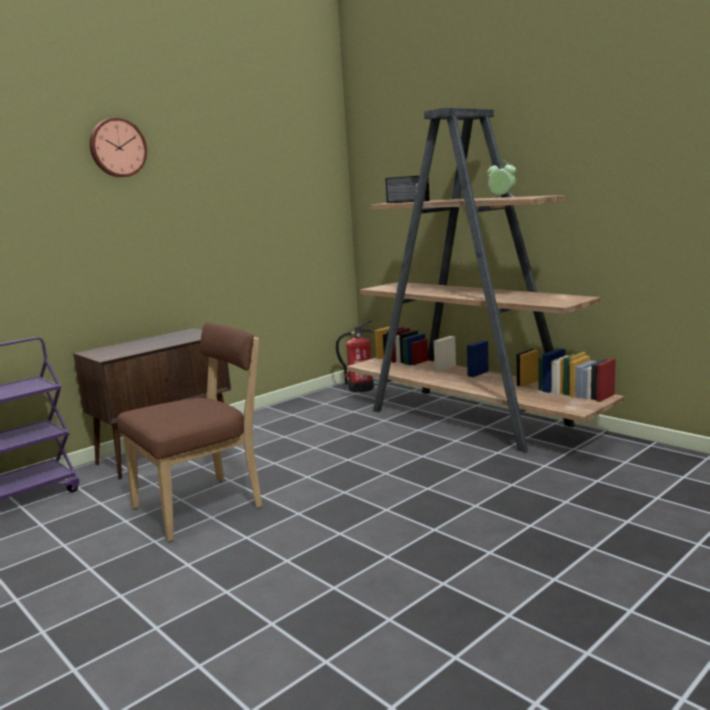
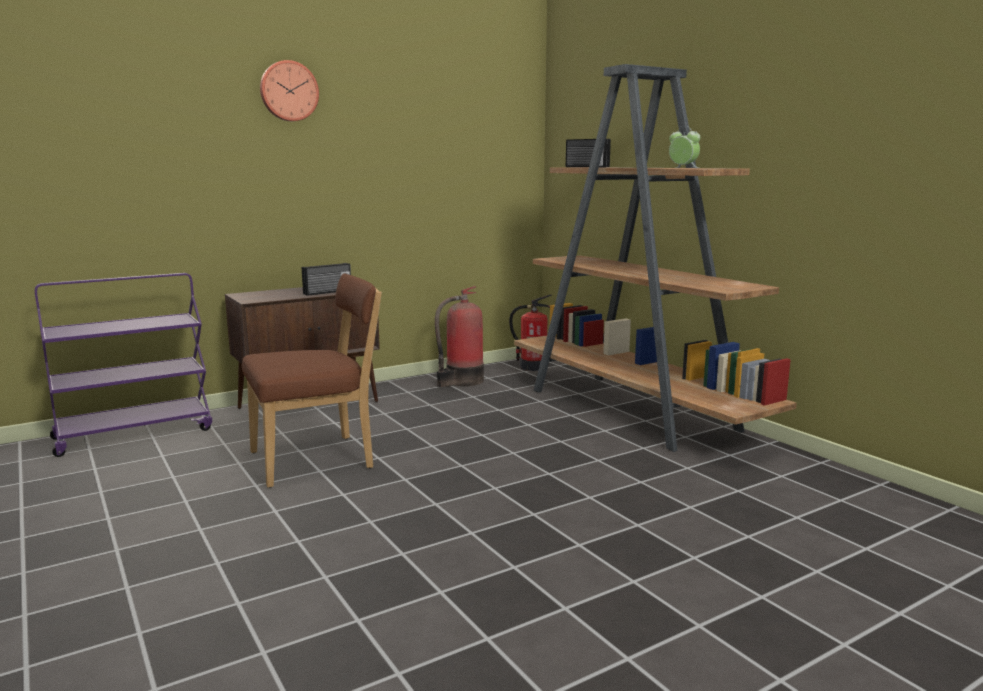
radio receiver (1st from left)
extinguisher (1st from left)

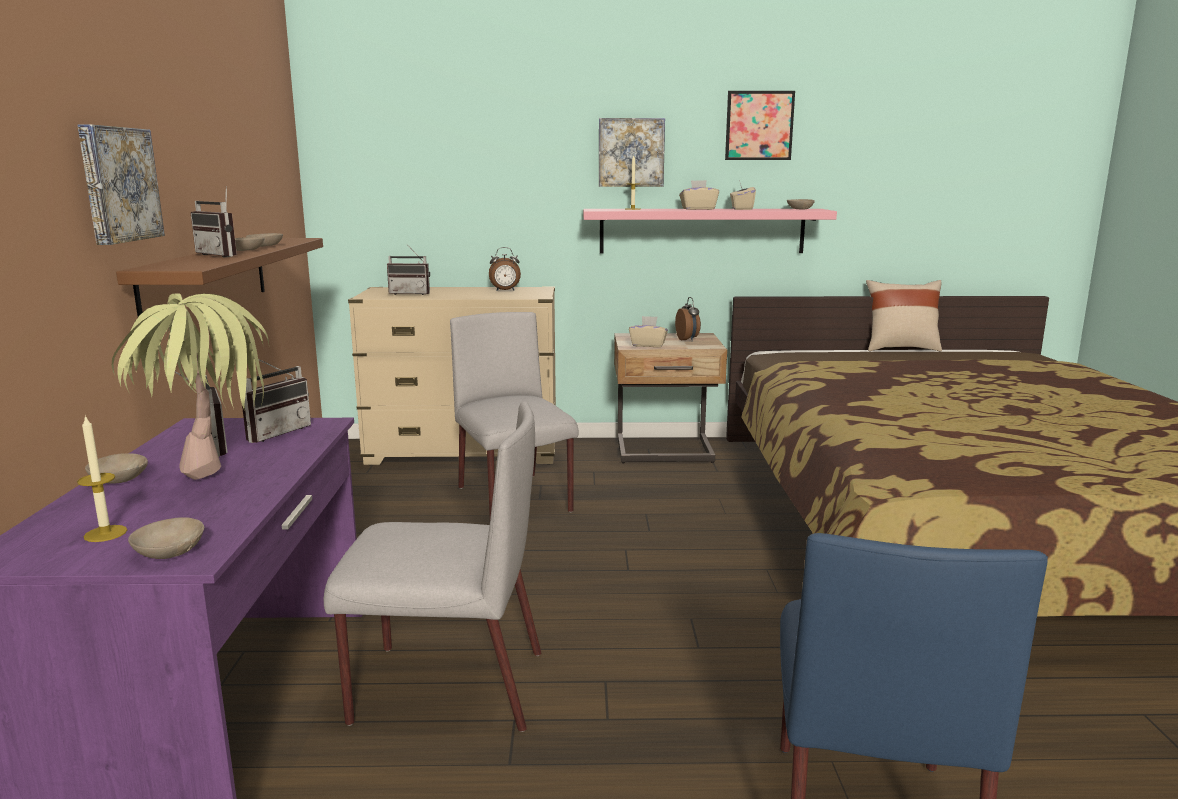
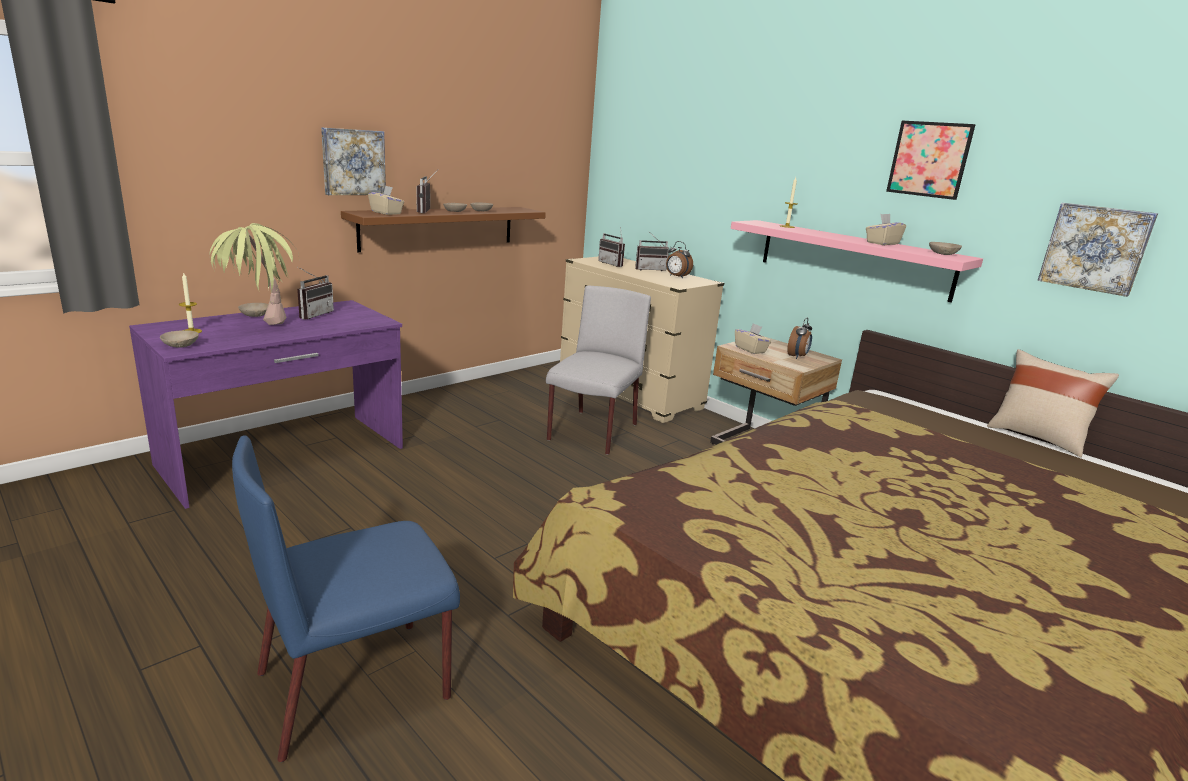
upright chair (greyish) (1st from left in the first image)
radio receiver (4th from left)
wall art (3rd from left)
tissue holder (beige) (1st from left)

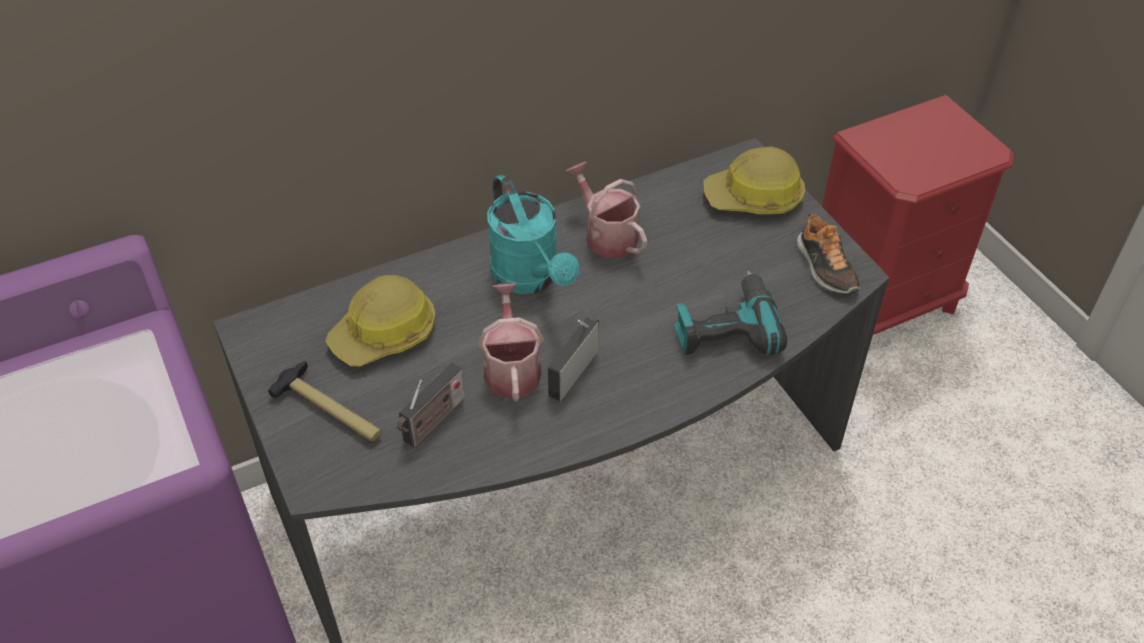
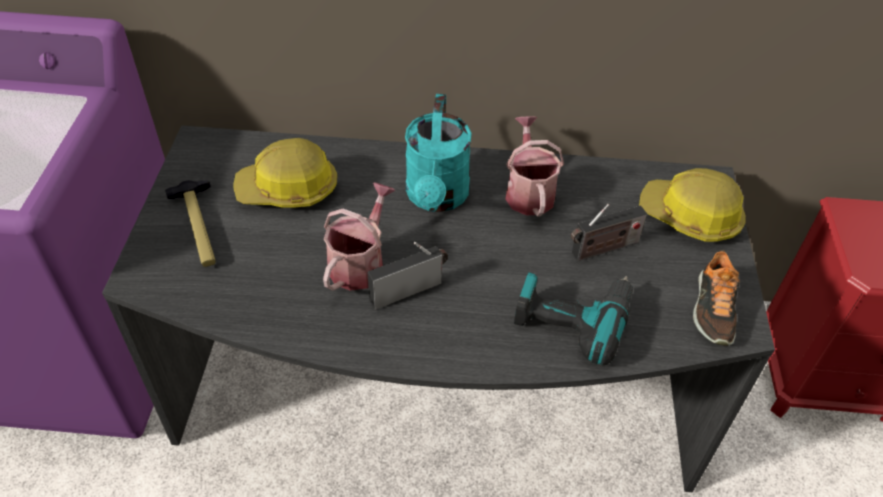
radio receiver (2nd from left)

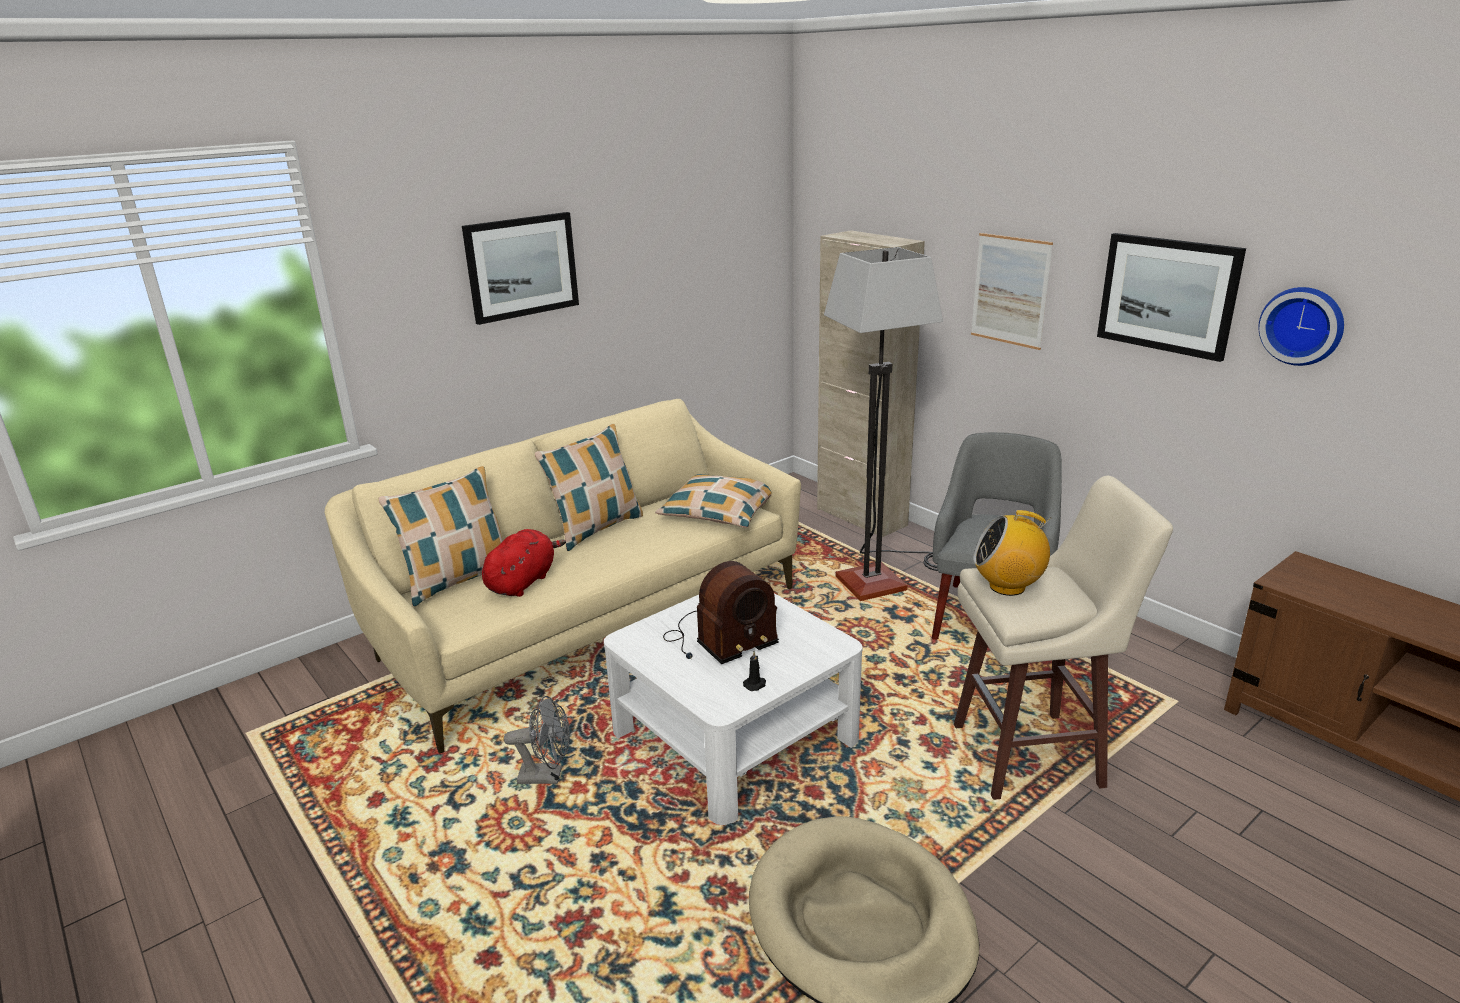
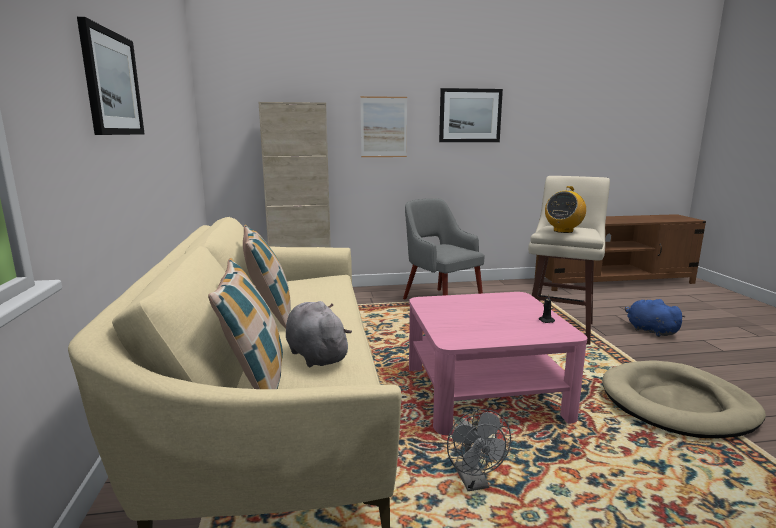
throw pillow (3rd from left in the first image)
radio receiver (1st from left in the first image)
floor lamp
wall clock
soft toy (blue)
soft toy (greyish)
coffee table (pink)
cooling fan (greyish)

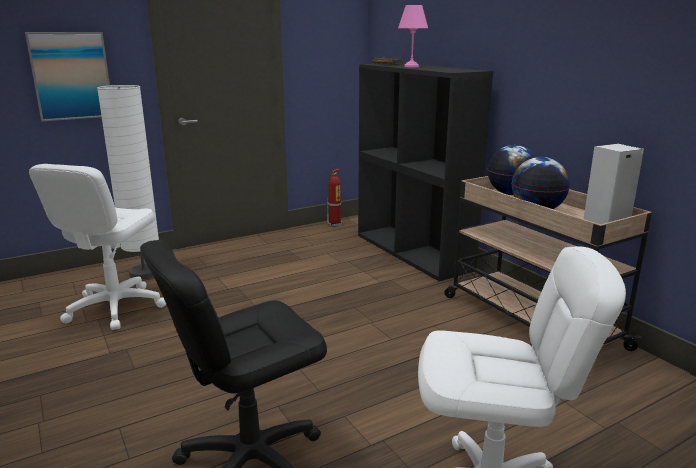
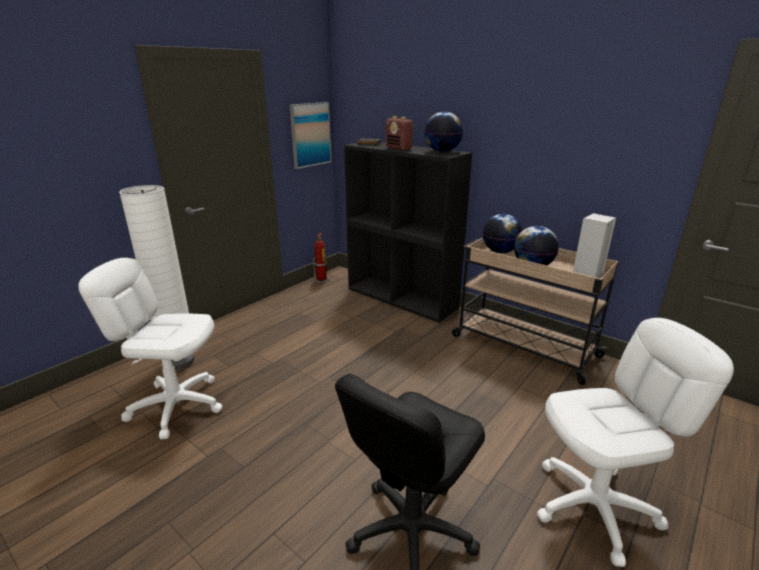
world globe (1st from left)
wall art
radio receiver
desk chair (white-coloured) (1st from left)

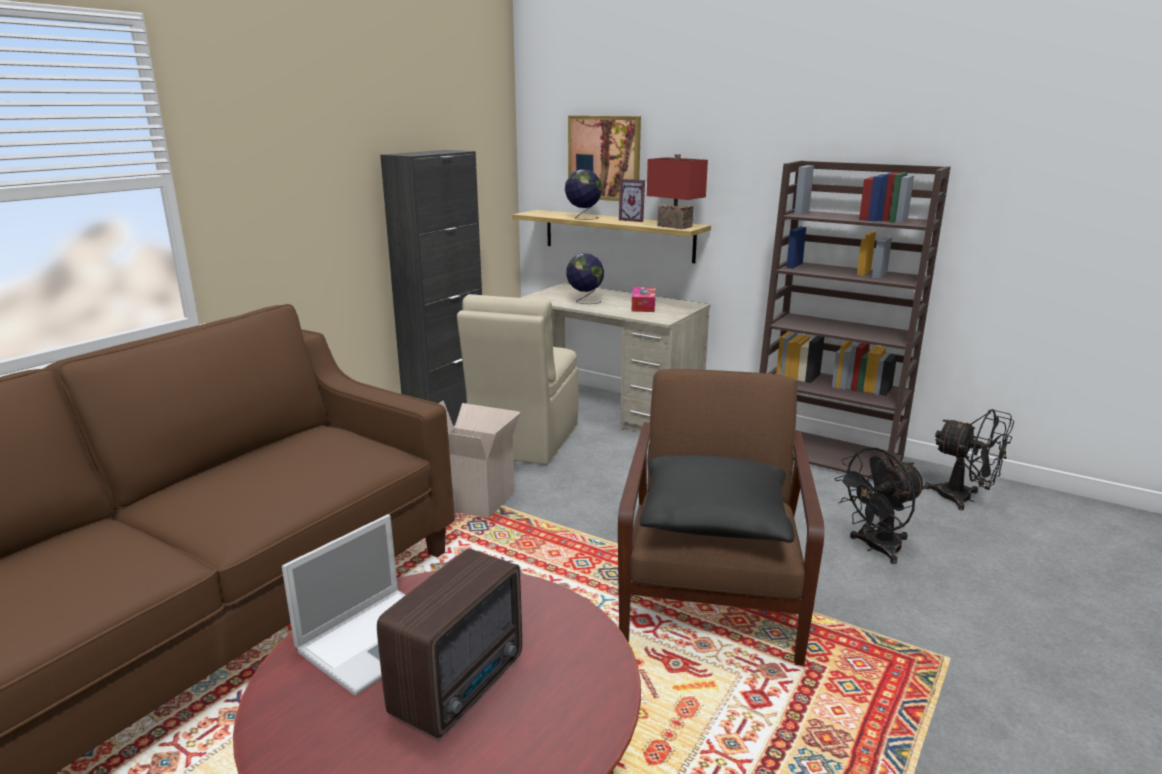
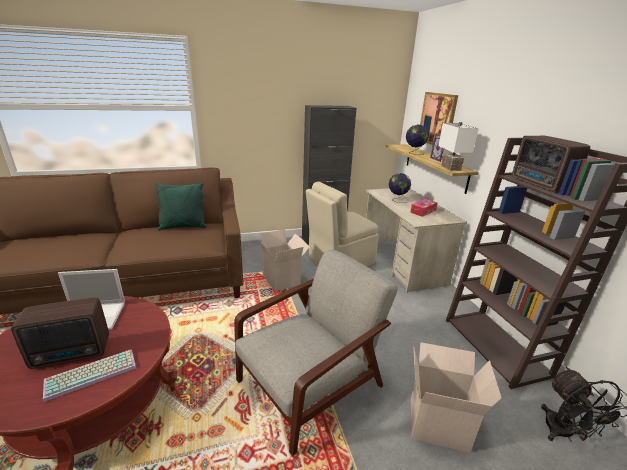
throw pillow (blackish)
computer keyboard
throw pillow (green-coloured)
radio receiver (2nd from left)
cardboard box (2nd from left)
easy chair (greyish)
lamp for a table (white-coloured)

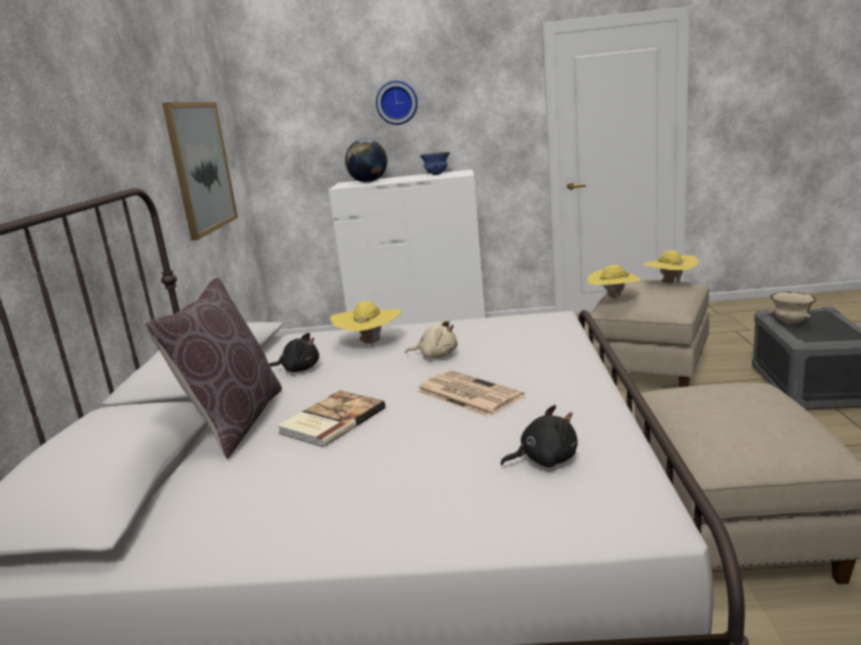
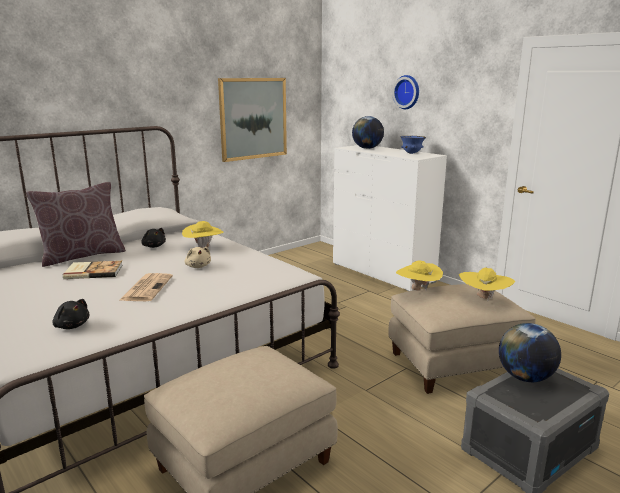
world globe (2nd from left)

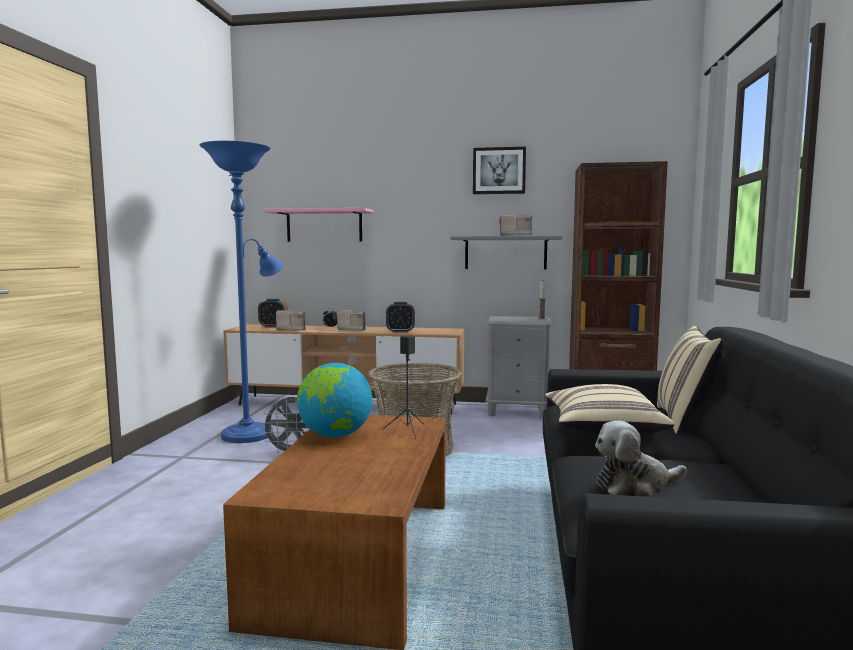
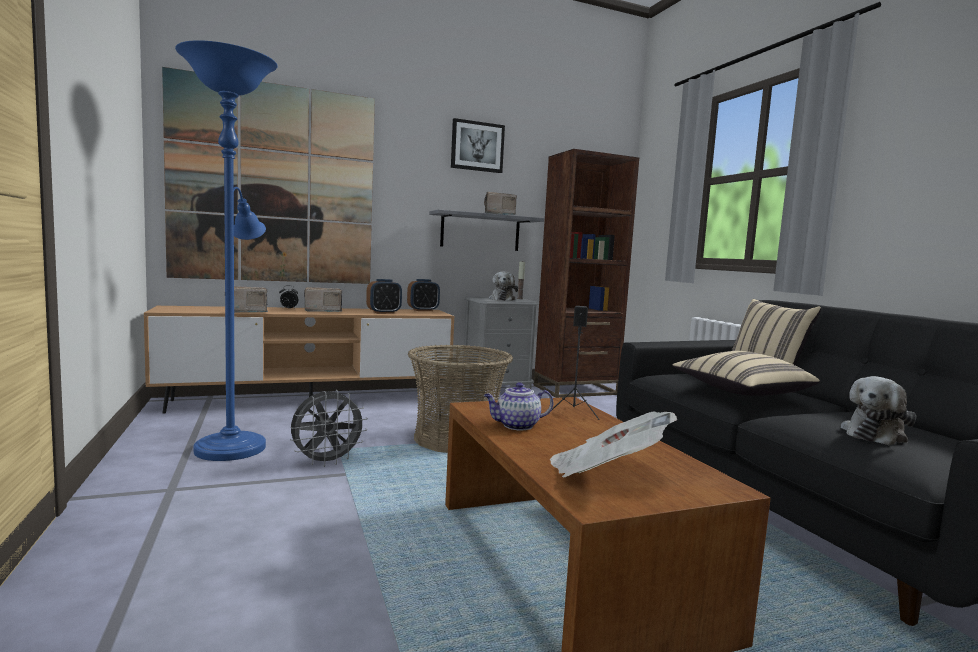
soft toy (1st from left)
newspaper
bedside clock (3rd from left)
wall art (1st from left)
pot for tea

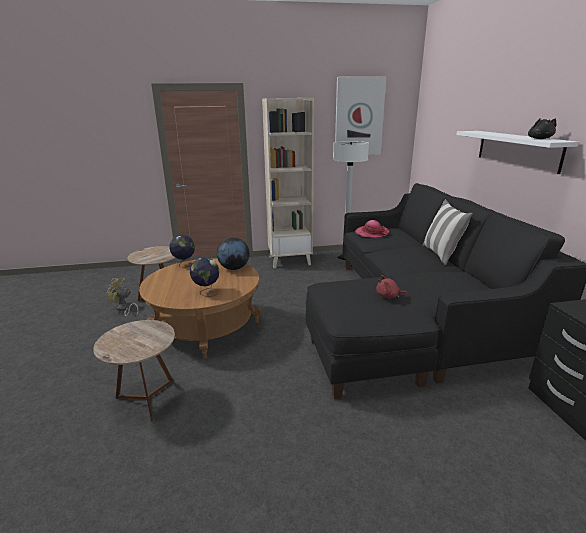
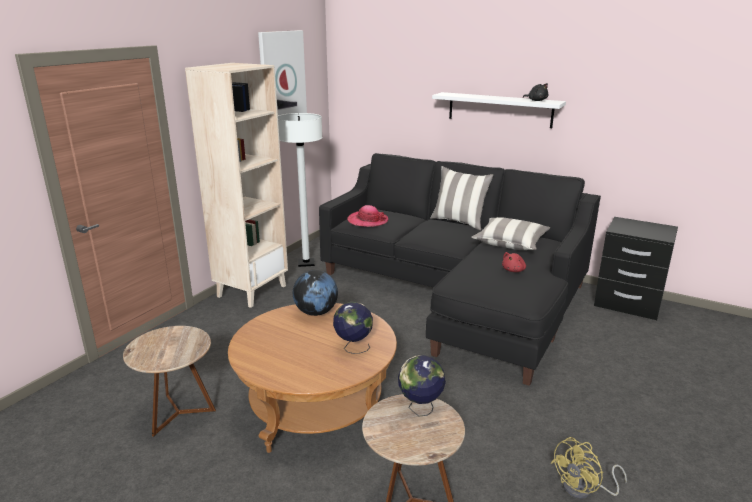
throw pillow (2nd from left)
cooling fan (yellow-coloured)
world globe (3rd from left)

